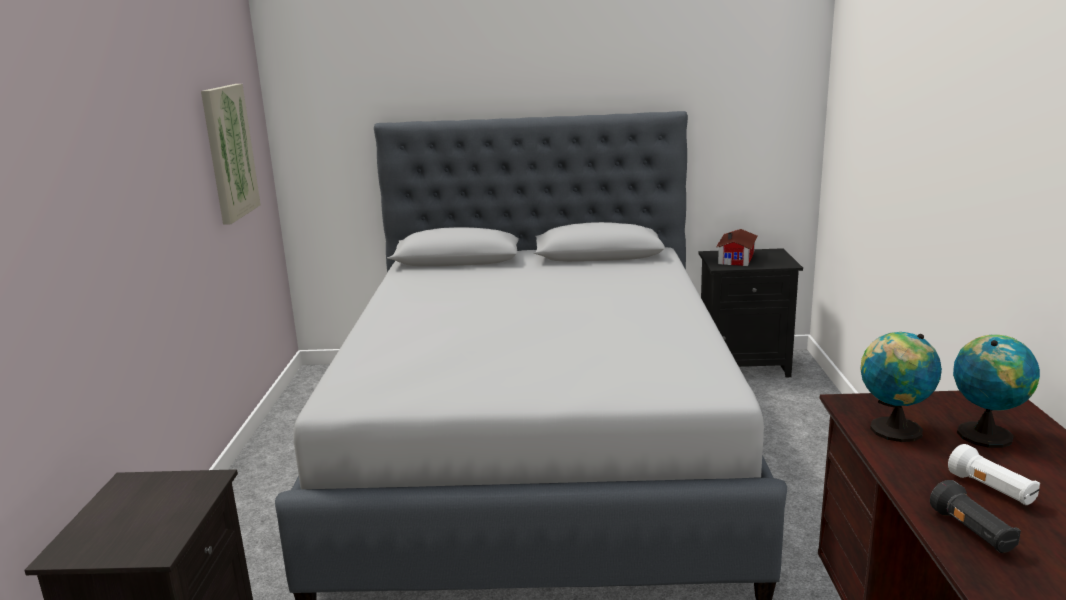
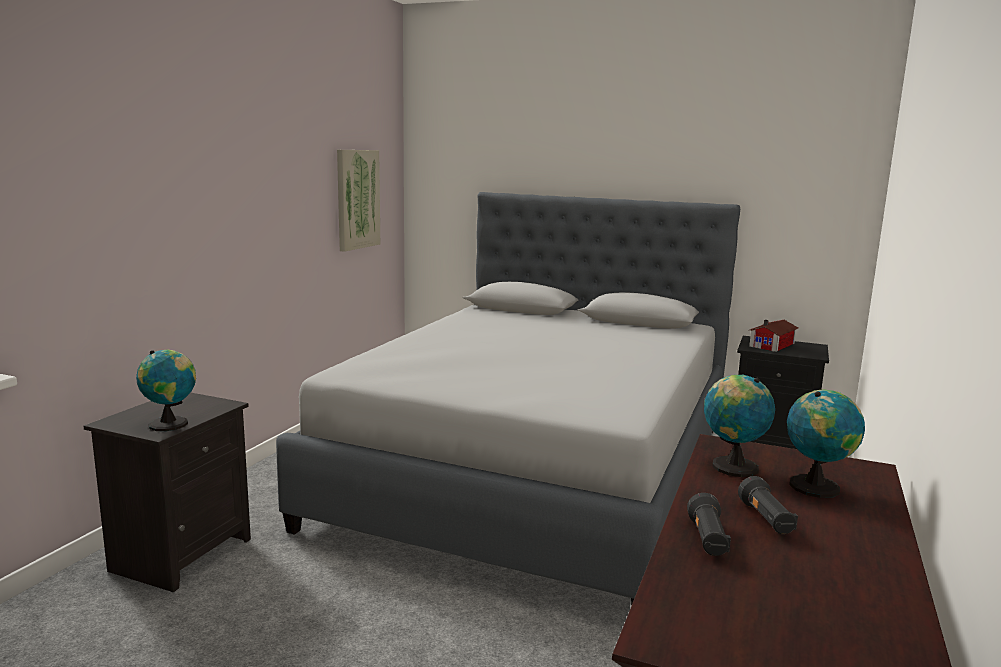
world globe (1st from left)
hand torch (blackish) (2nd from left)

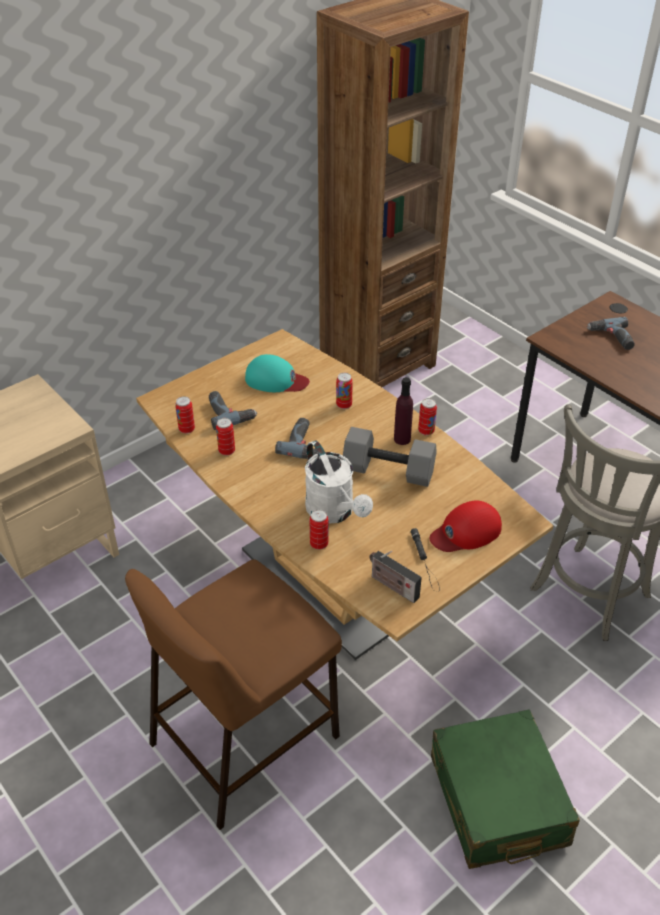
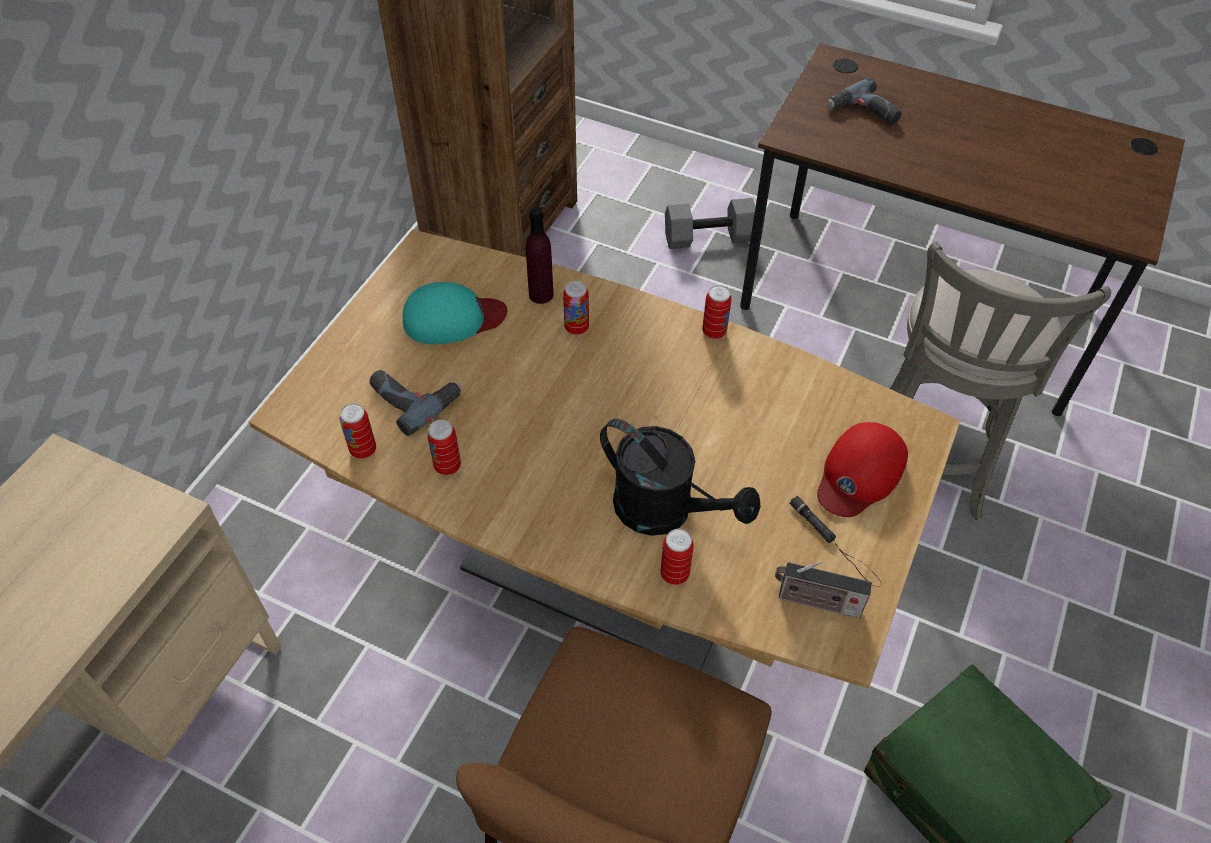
electric drill (2nd from left in the first image)
free weight (greyish)
drink bottle (purple)
watering pot (blackish)

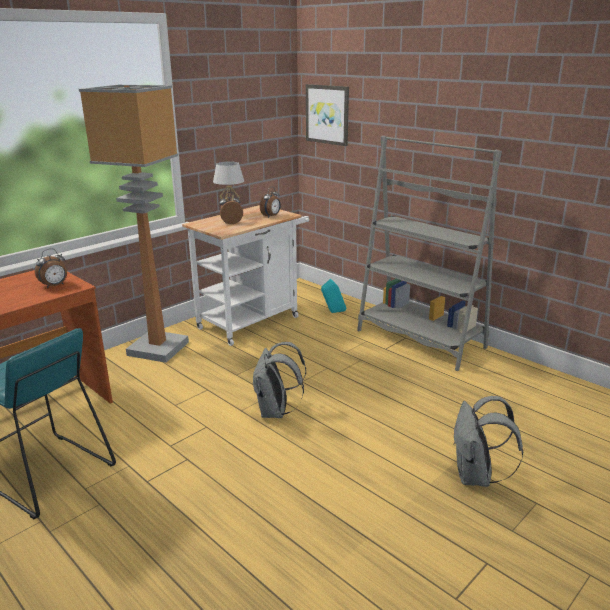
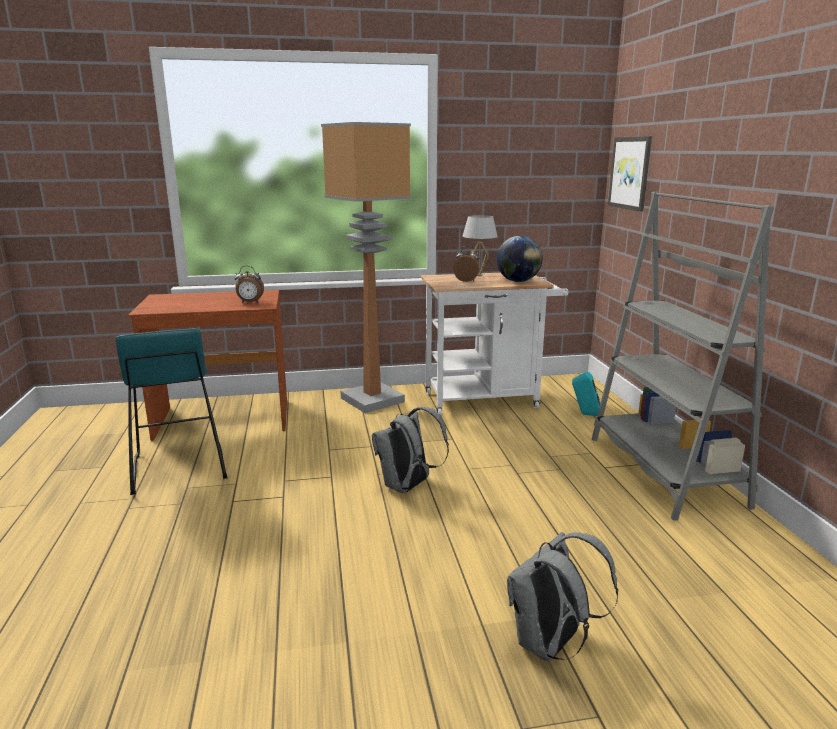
world globe

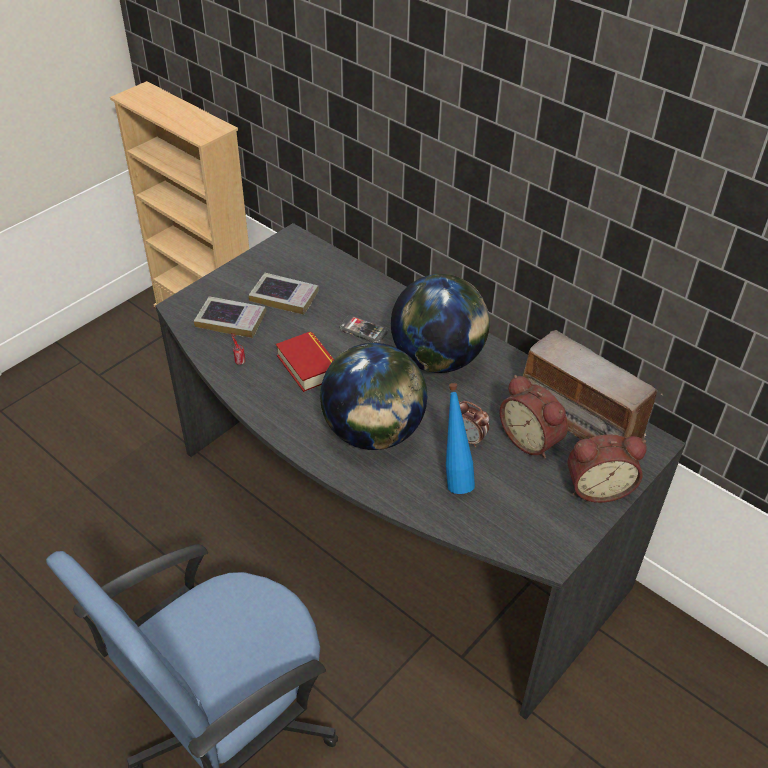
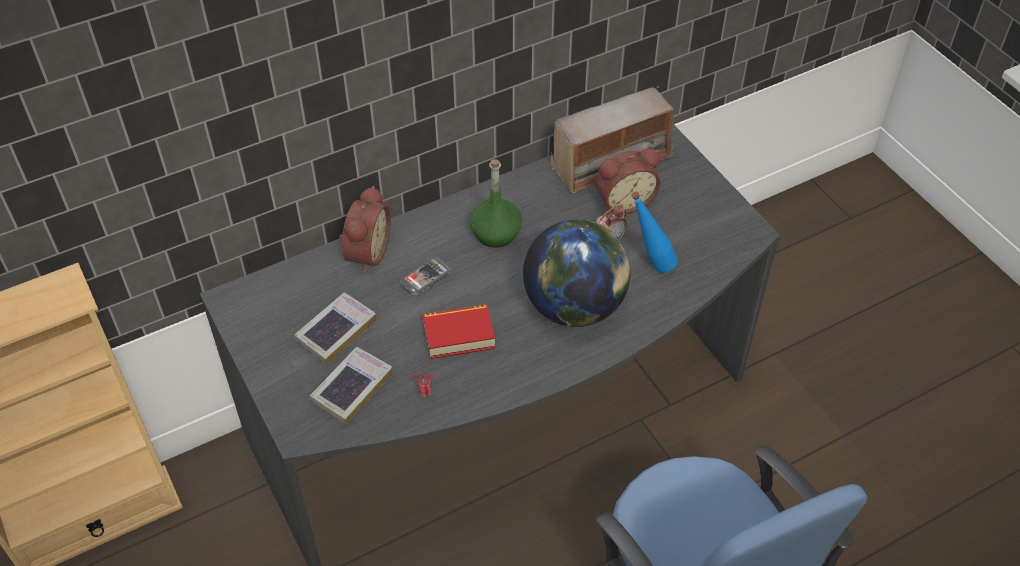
bedside clock (1st from left)
drink bottle (green-coloured)

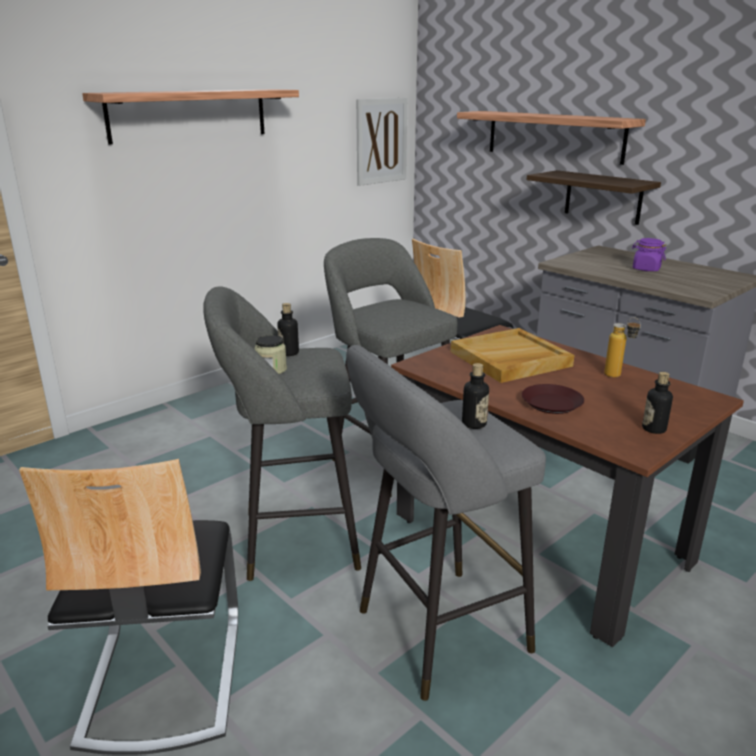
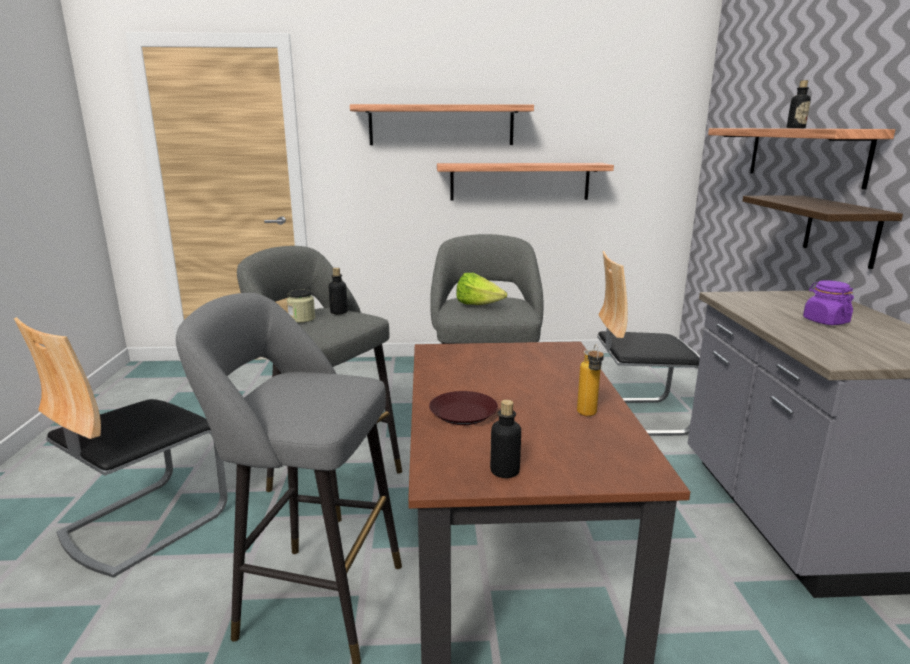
wall art
tray (beige)
bracket shelf (2nd from left)
lettuce head
drink bottle (4th from left)

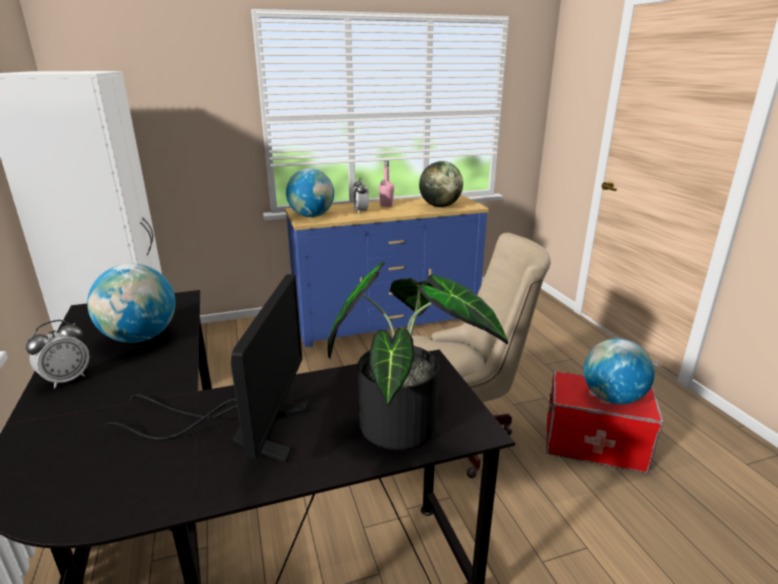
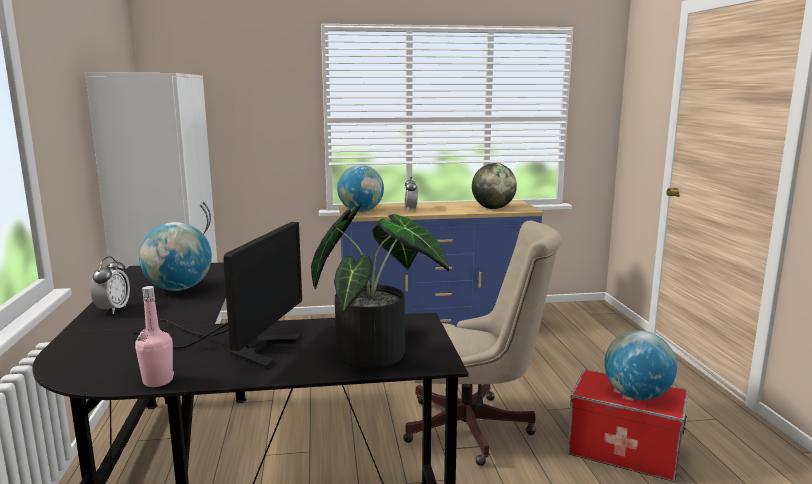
drink bottle (pink)
bedside clock (1st from left)

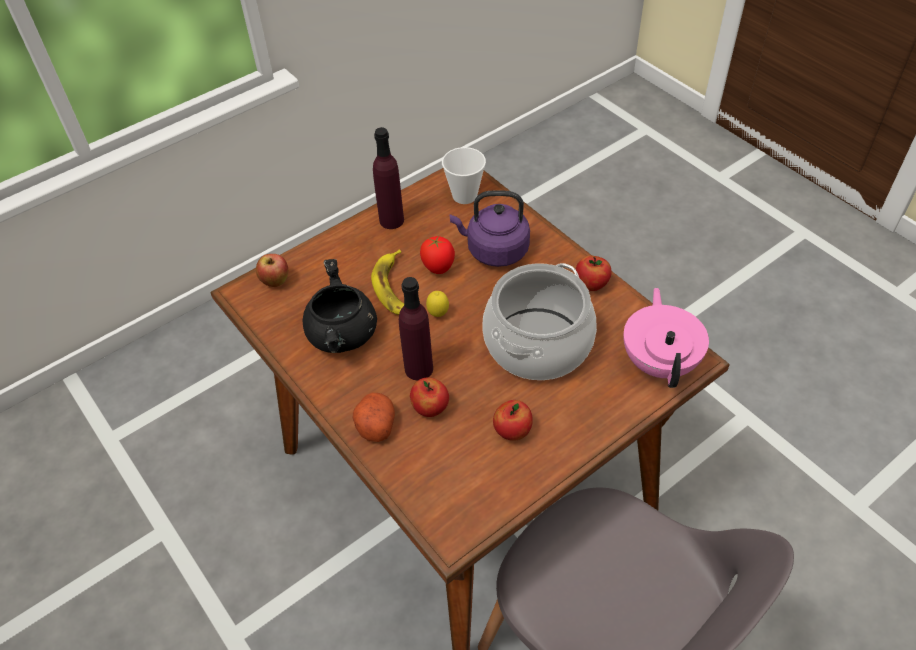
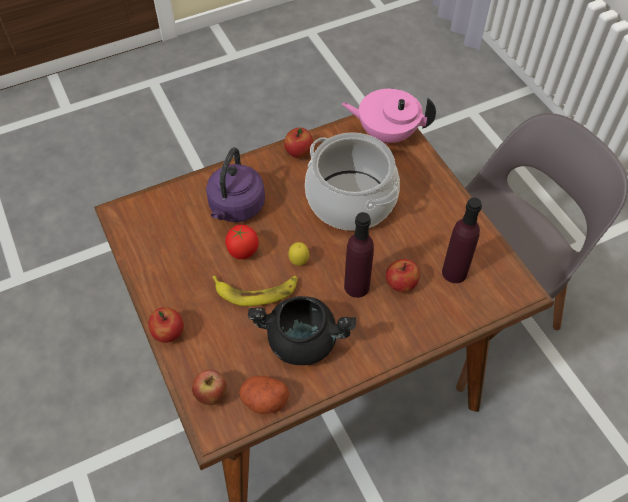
small cup
whole potato
drink bottle (purple) (2nd from left)
apple (1st from left)

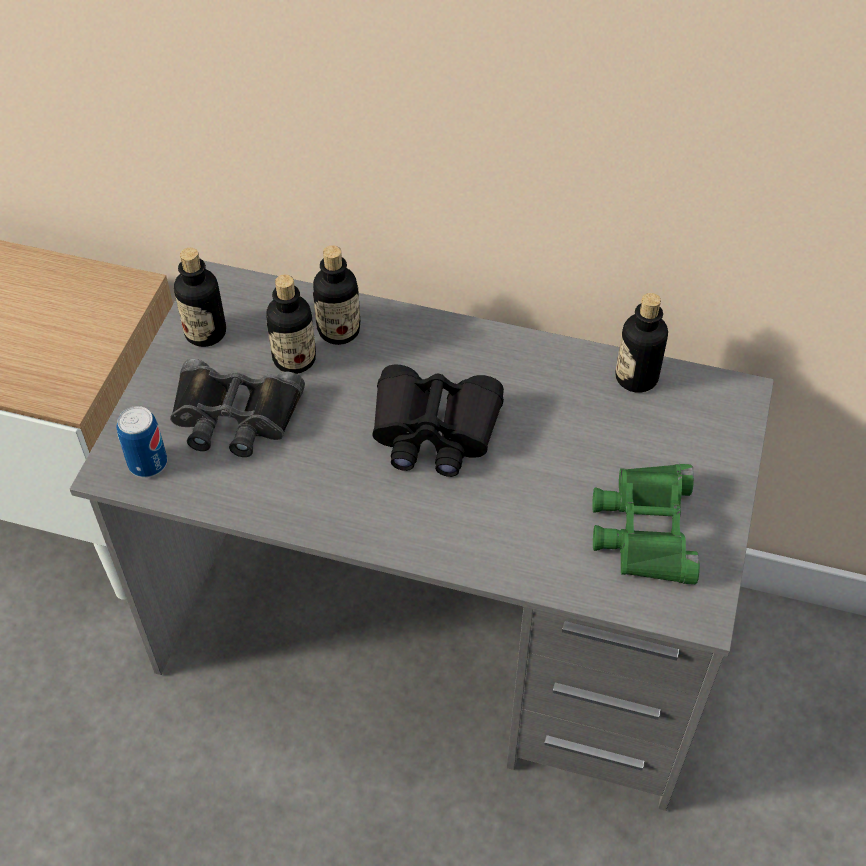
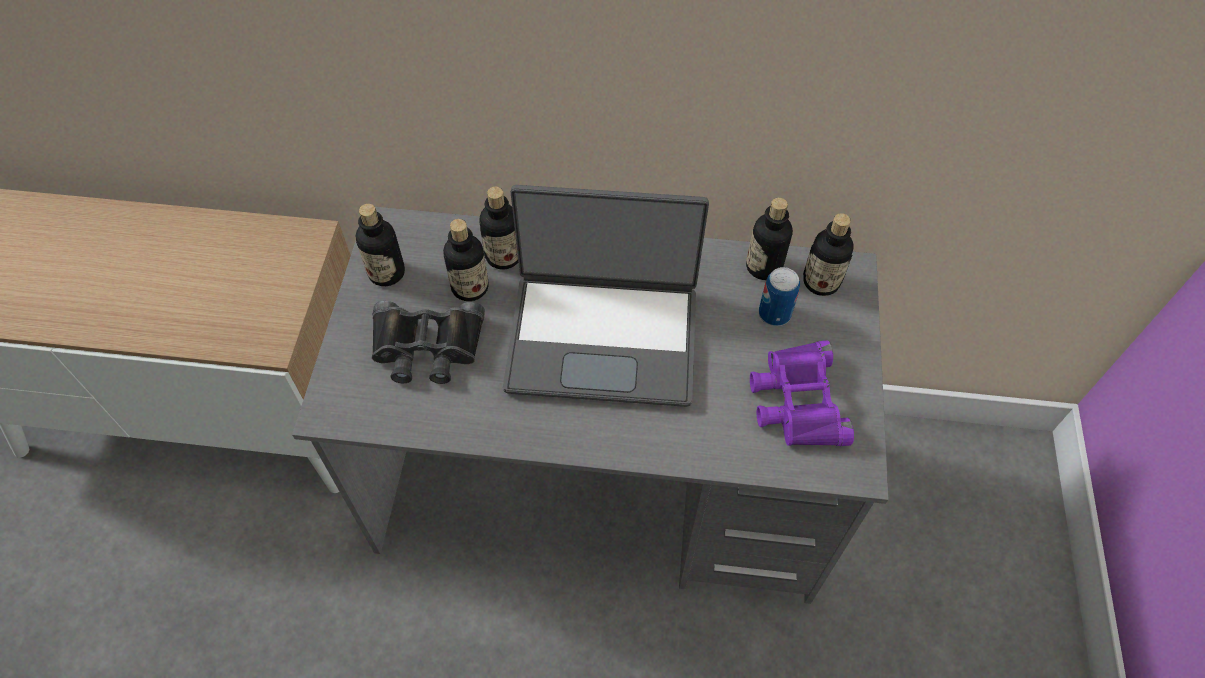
drink bottle (5th from left)
sealed can
laptop
binoculars (purple)

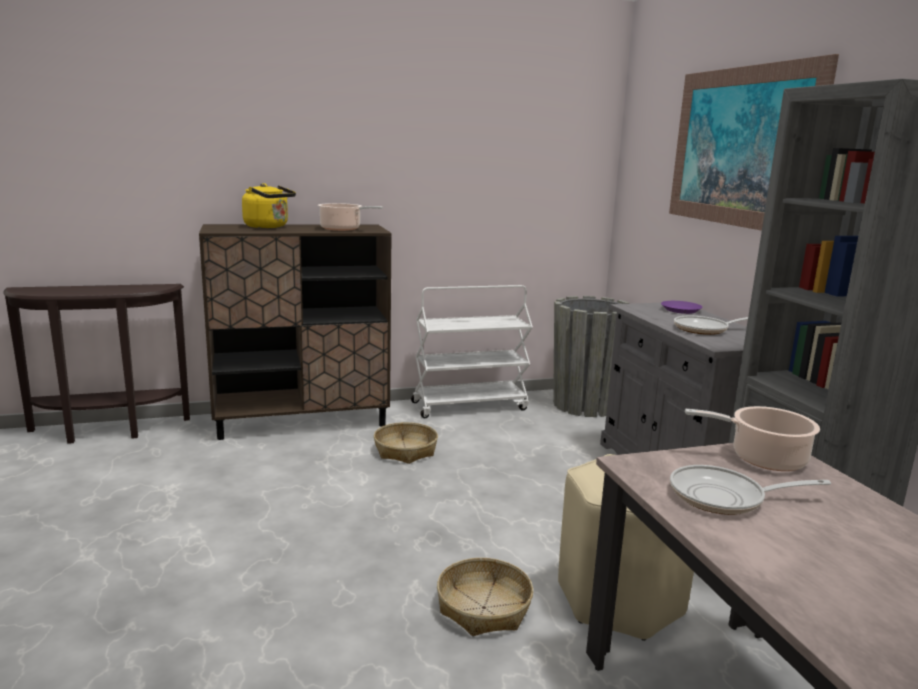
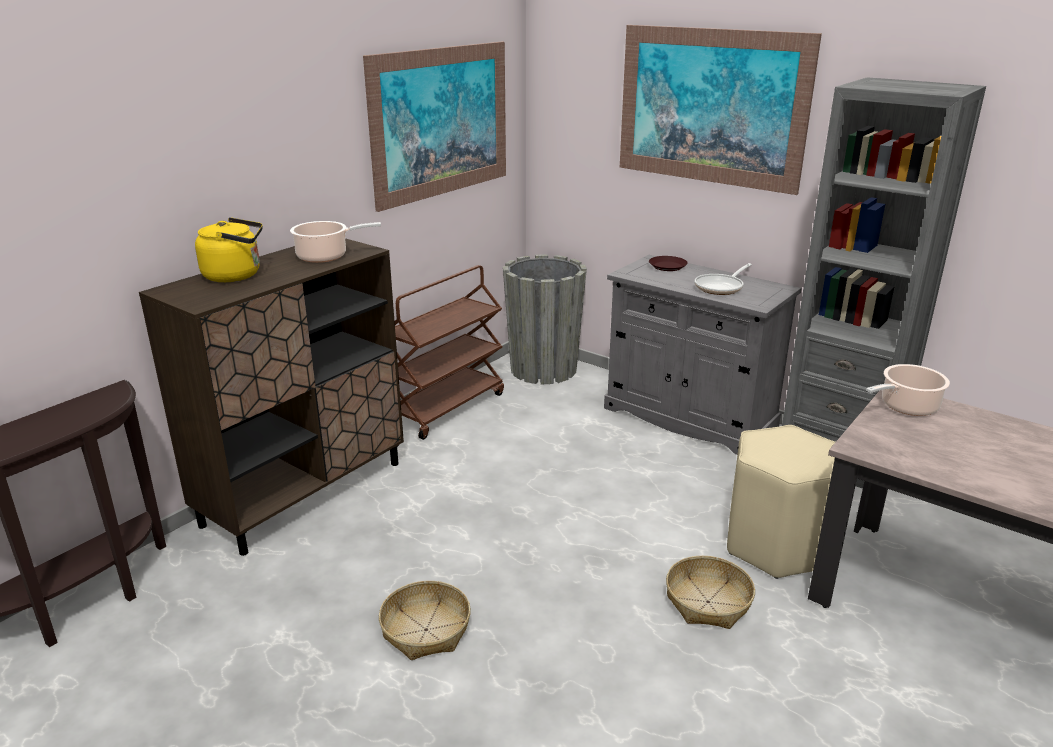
skillet (2nd from left in the first image)
wall art (1st from left)
household basket (1st from left)
trolley (brown-coloured)
flat dish (brown-coloured)

